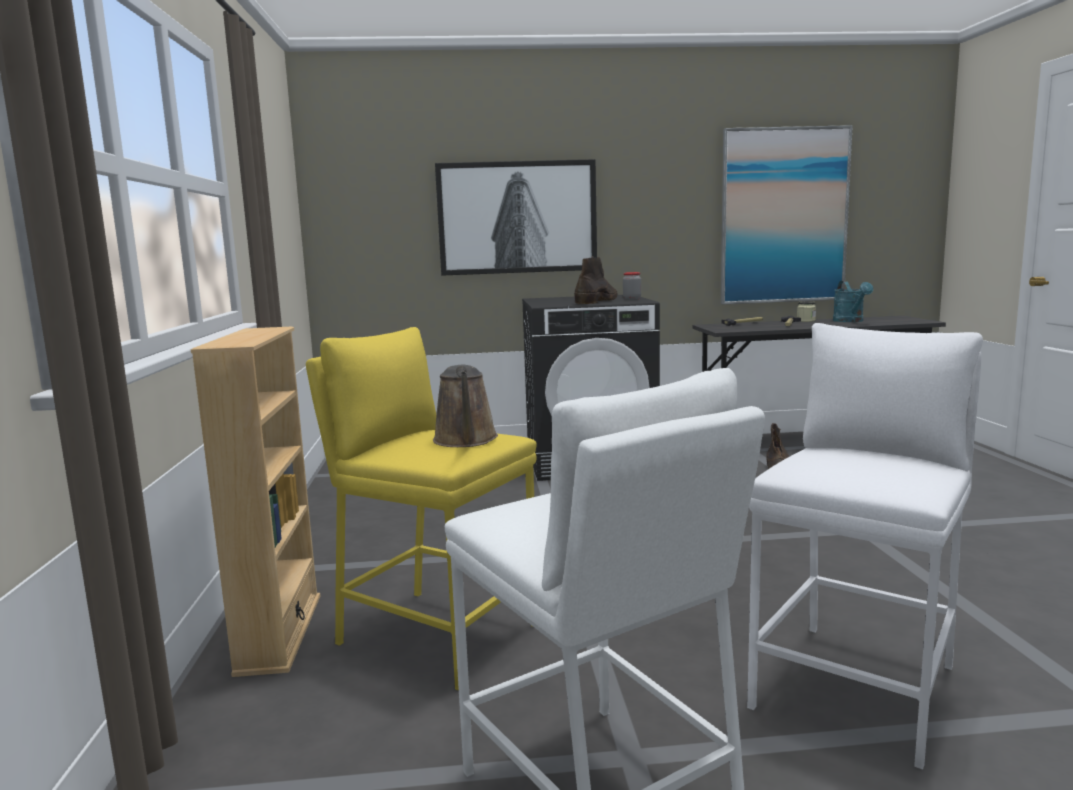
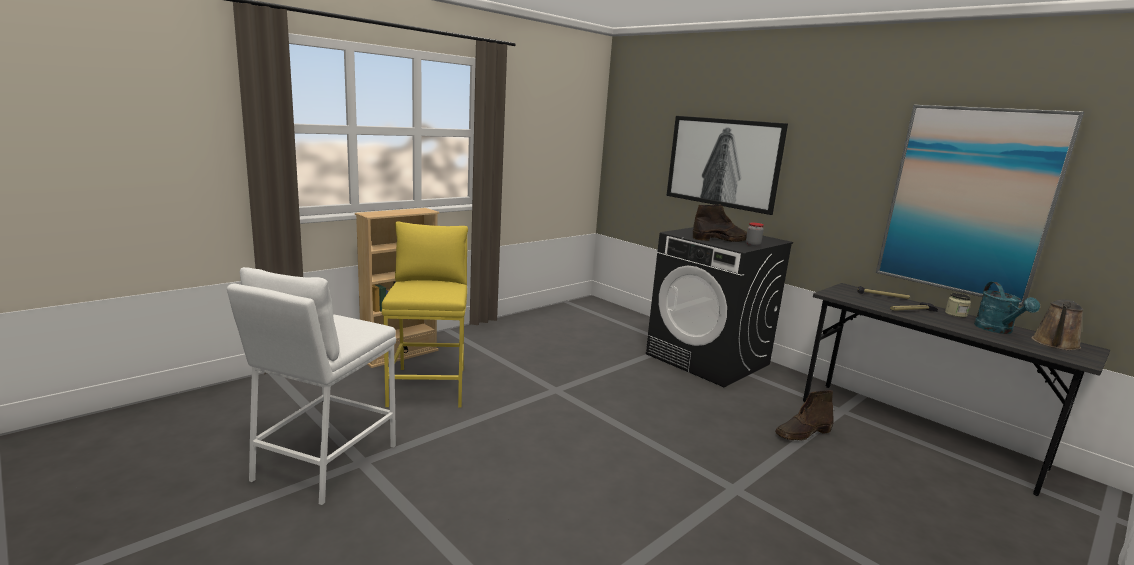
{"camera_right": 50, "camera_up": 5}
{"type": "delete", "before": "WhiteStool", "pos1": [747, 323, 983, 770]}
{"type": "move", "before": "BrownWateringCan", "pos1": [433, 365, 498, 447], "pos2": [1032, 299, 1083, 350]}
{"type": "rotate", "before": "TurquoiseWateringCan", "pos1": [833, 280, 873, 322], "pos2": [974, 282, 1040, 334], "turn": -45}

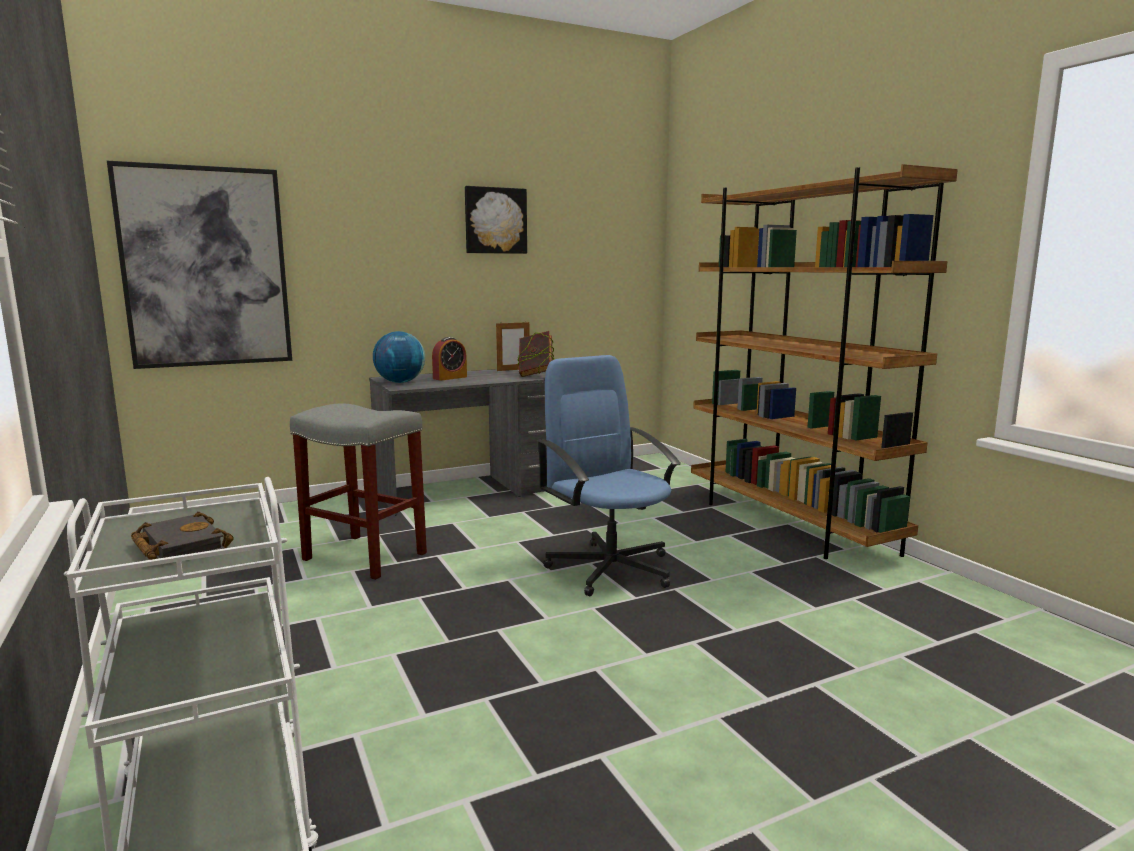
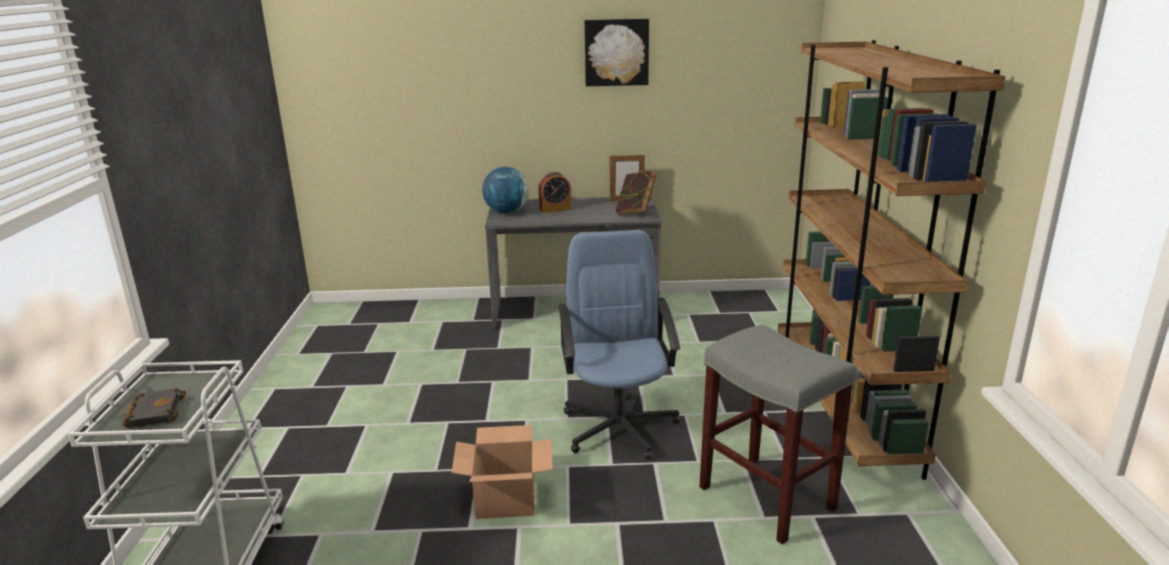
{"camera_right": 25, "camera_up": 10}
{"type": "delete", "before": "Picture", "pos1": [107, 161, 292, 369]}
{"type": "insert", "after": "CardboardBox", "pos2": [451, 425, 553, 519]}
{"type": "move", "before": "GreyStool", "pos1": [290, 404, 427, 580], "pos2": [700, 325, 857, 544]}

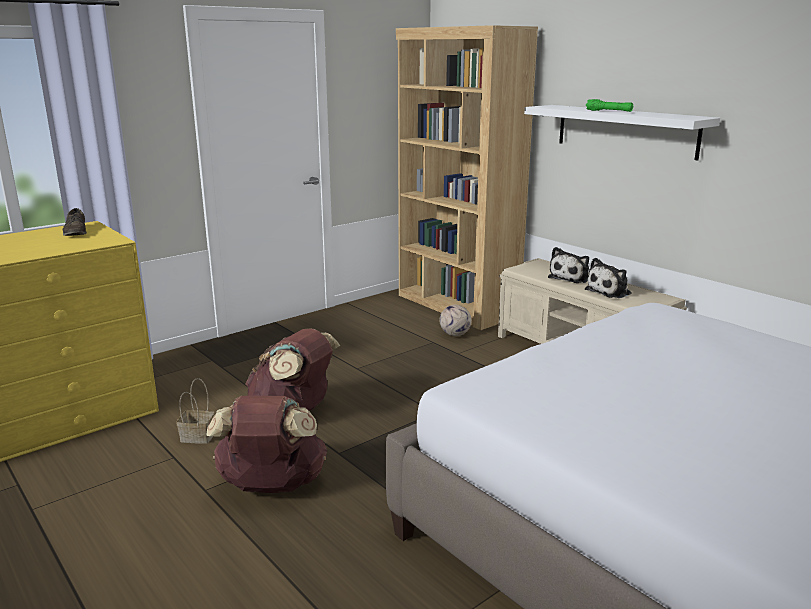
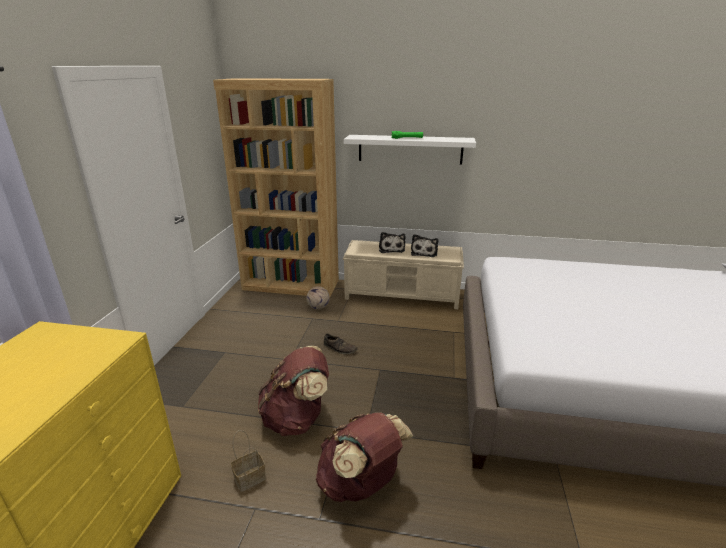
{"camera_right": -40, "camera_up": 5}
{"type": "move", "before": "BrownShoe", "pos1": [63, 208, 87, 236], "pos2": [324, 334, 358, 354]}

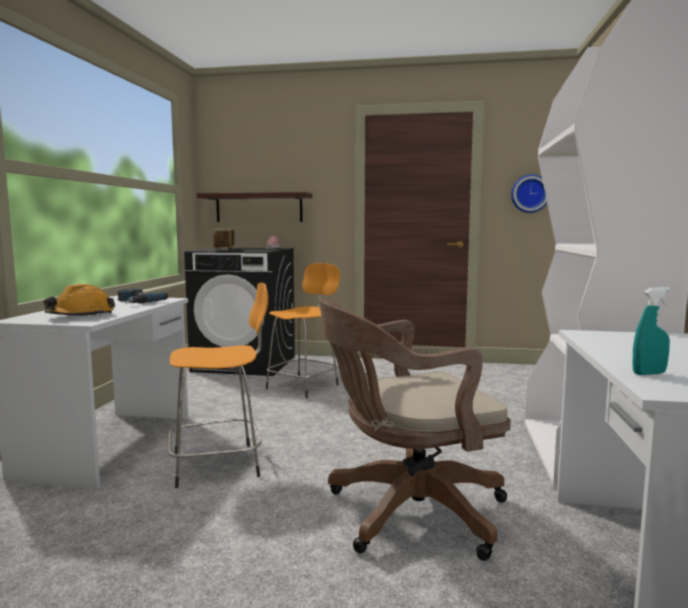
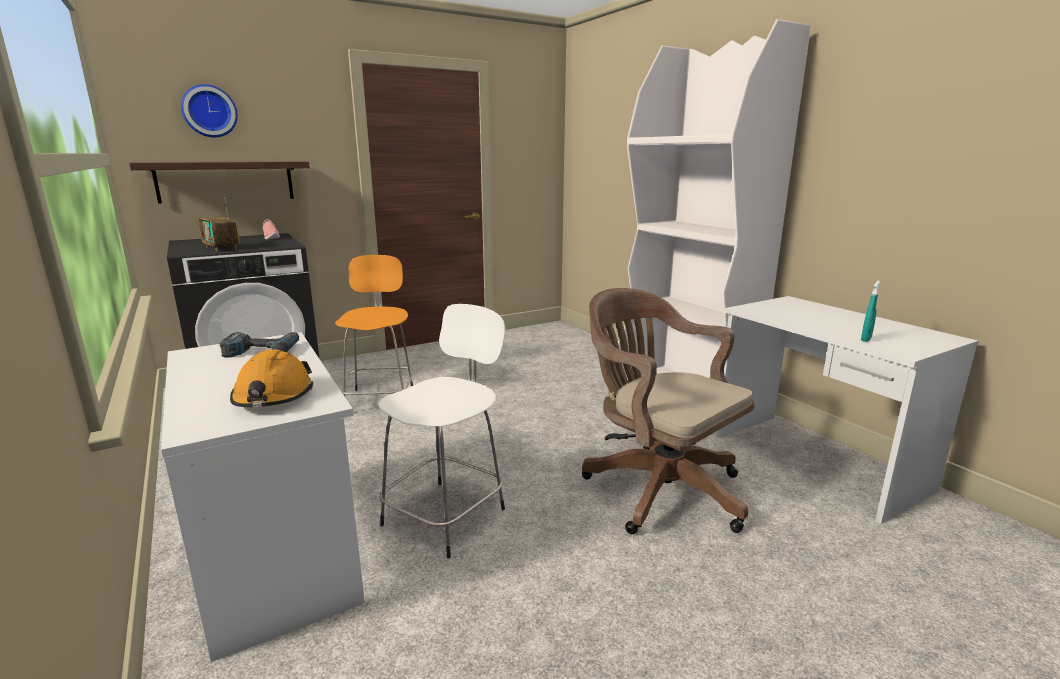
{"camera_right": -40, "camera_up": 10}
{"type": "move", "before": "WallClock", "pos1": [511, 174, 547, 213], "pos2": [181, 84, 238, 138]}
{"type": "recolor", "before": "OrangeStool", "after": "WhiteStool", "pos1": [168, 283, 268, 488], "pos2": [378, 304, 505, 558]}
{"type": "rotate", "before": "BrownOfficeChair", "pos1": [319, 299, 511, 561], "pos2": [582, 288, 755, 534], "turn": 105}

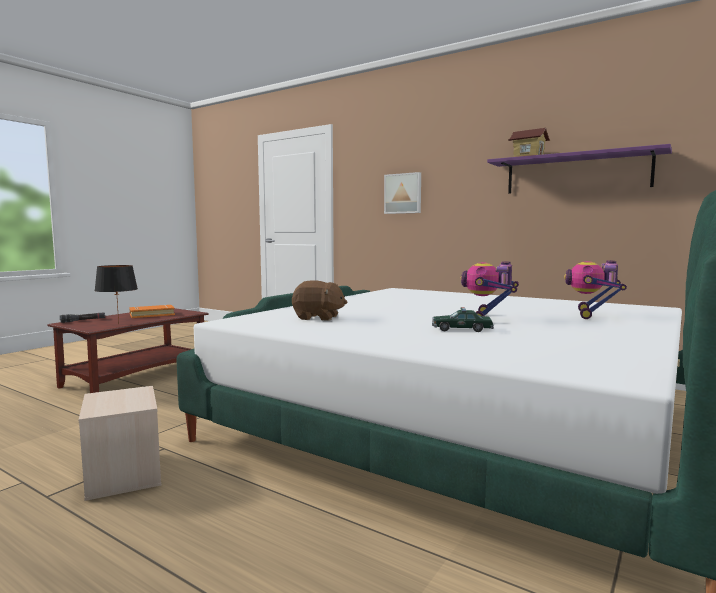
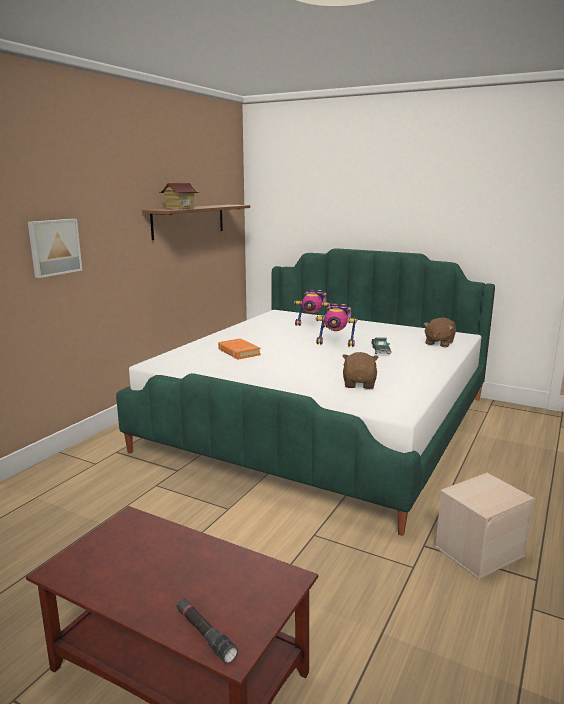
{"camera_right": -95, "camera_up": 10}
{"type": "delete", "before": "BlackTableLamp", "pos1": [95, 265, 138, 325]}
{"type": "insert", "after": "BrownPlushToy", "pos2": [424, 318, 456, 347]}
{"type": "move", "before": "OrangeBook", "pos1": [129, 305, 175, 318], "pos2": [218, 338, 261, 360]}
{"type": "recolor", "before": "PurpleShelf", "after": "BrownShelf", "pos1": [487, 144, 672, 194], "pos2": [142, 205, 250, 240]}

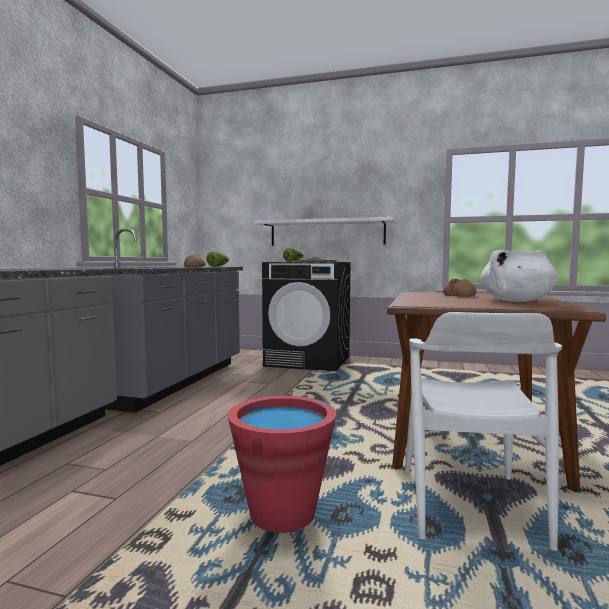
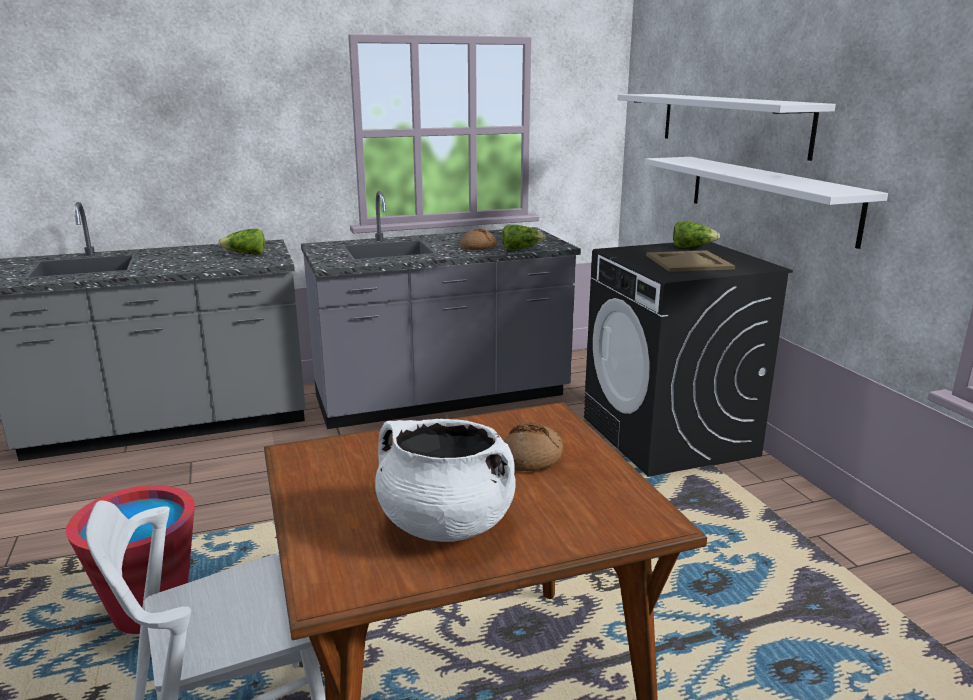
{"camera_right": 55, "camera_up": 15}
{"type": "insert", "after": "Lettuce", "pos2": [218, 229, 265, 254]}
{"type": "insert", "after": "WhiteShelf", "pos2": [618, 94, 836, 161]}

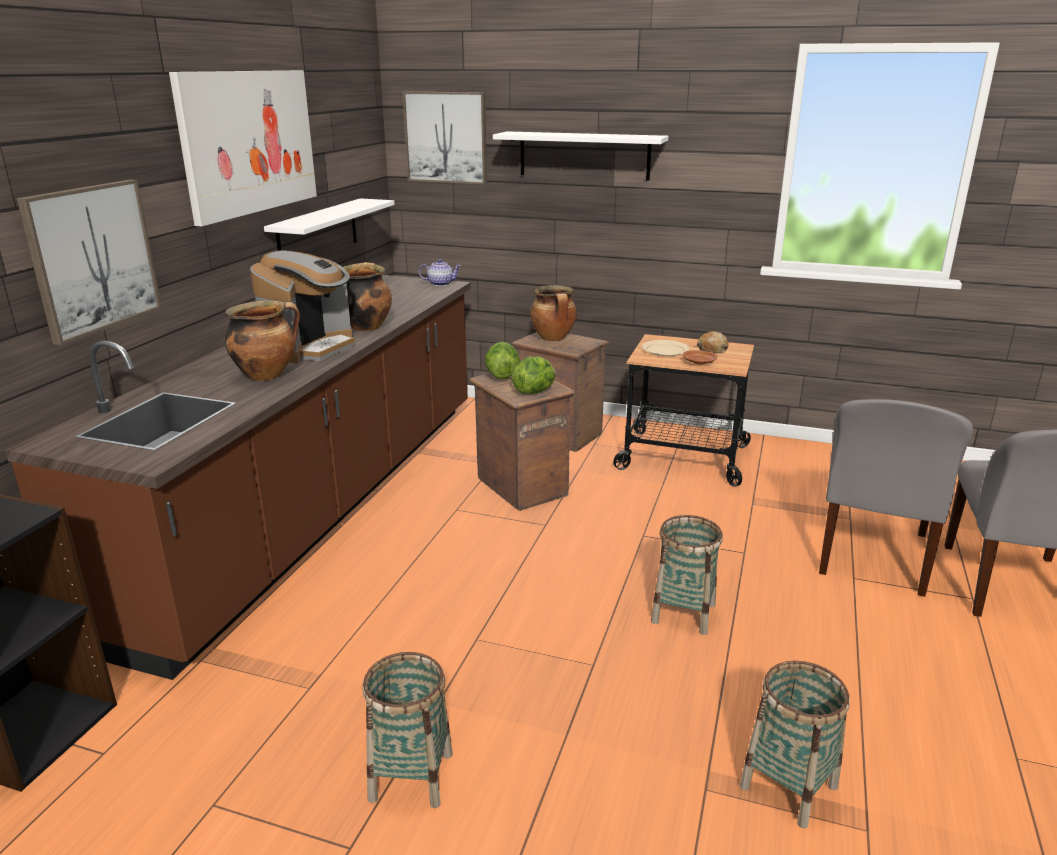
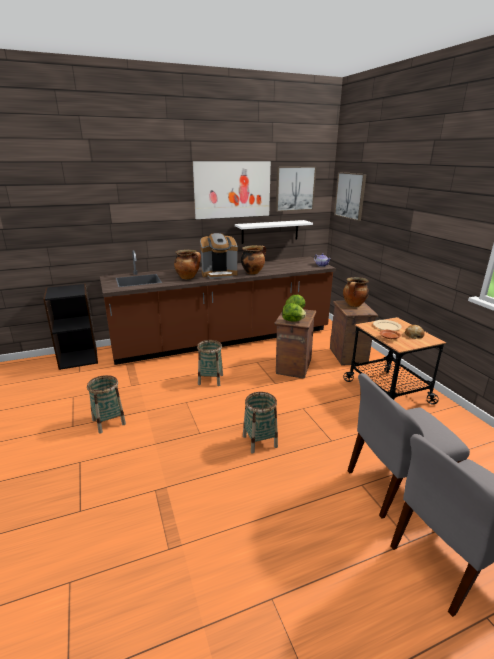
{"camera_right": 50, "camera_up": 0}
{"type": "delete", "before": "WhiteShelf", "pos1": [493, 132, 668, 180]}
{"type": "move", "before": "Picture", "pos1": [16, 179, 162, 345], "pos2": [276, 166, 316, 212]}
{"type": "move", "before": "Basket", "pos1": [740, 661, 850, 829], "pos2": [197, 340, 223, 386]}

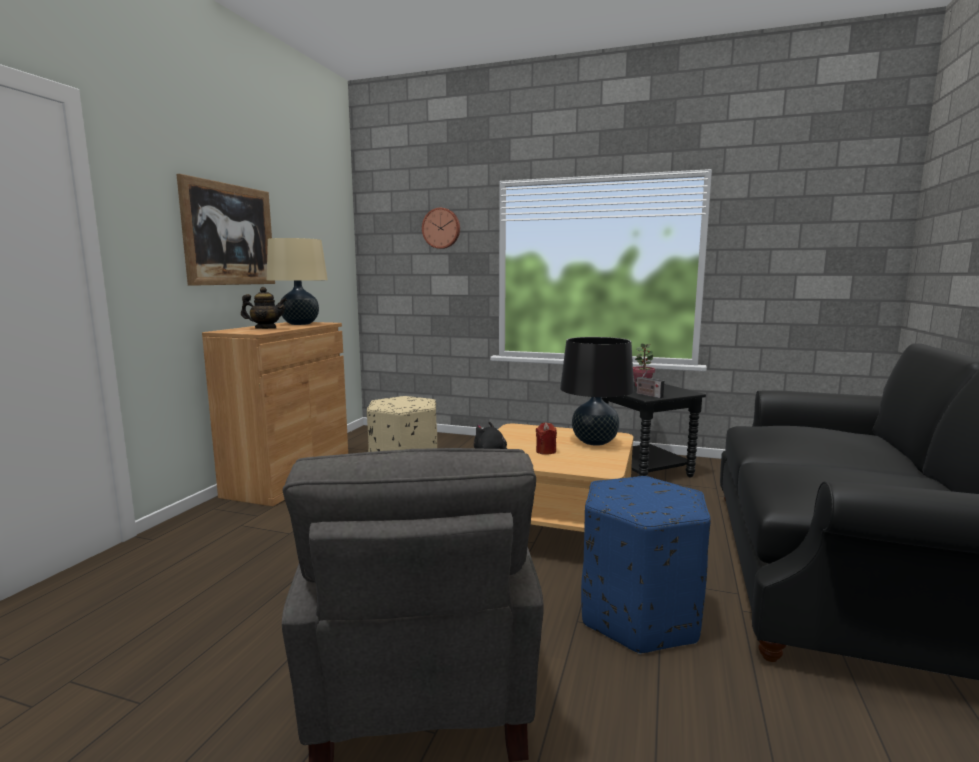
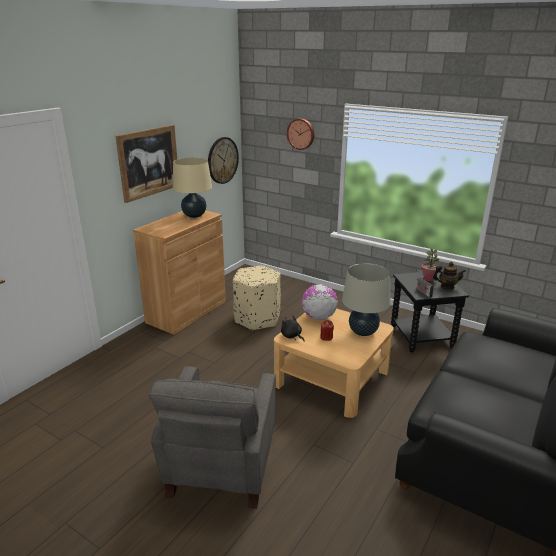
{"camera_right": 15, "camera_up": 15}
{"type": "delete", "before": "BlueOttoman", "pos1": [581, 476, 711, 654]}
{"type": "insert", "after": "WallClock", "pos2": [208, 137, 239, 184]}
{"type": "insert", "after": "Globe", "pos2": [302, 284, 338, 320]}
{"type": "move", "before": "Teapot", "pos1": [241, 287, 287, 329], "pos2": [433, 262, 466, 289]}
{"type": "recolor", "before": "BlackTableLamp", "after": "BeigeTableLamp", "pos1": [560, 337, 634, 446], "pos2": [342, 263, 390, 336]}

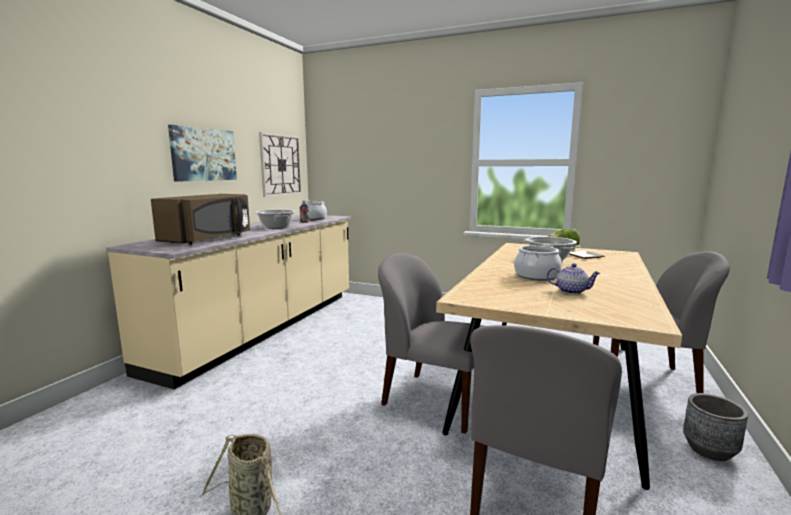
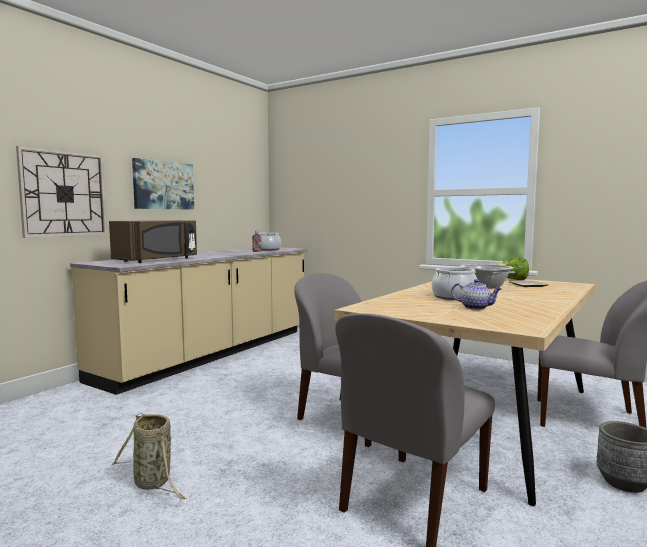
{"camera_right": 10, "camera_up": -5}
{"type": "delete", "before": "CookingPot", "pos1": [255, 210, 296, 229]}
{"type": "move", "before": "WallClock", "pos1": [259, 132, 302, 197], "pos2": [16, 146, 107, 238]}

